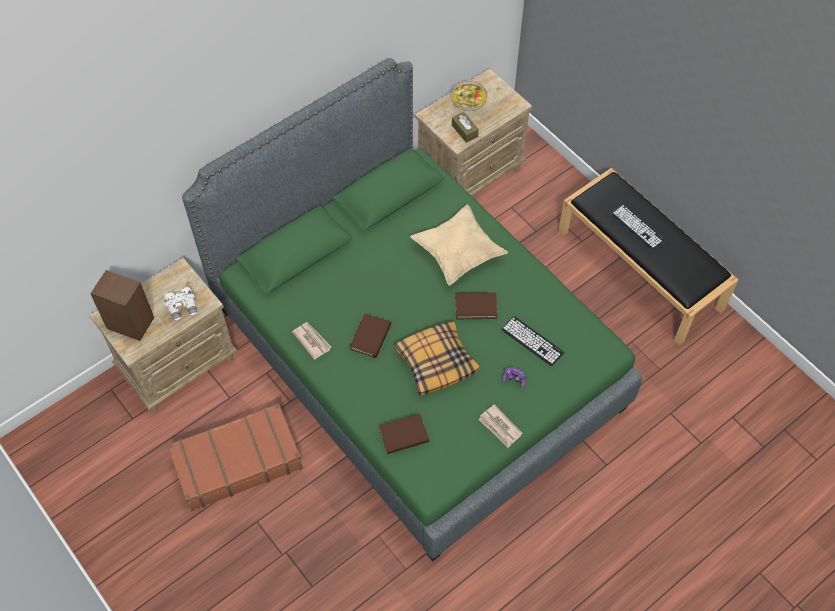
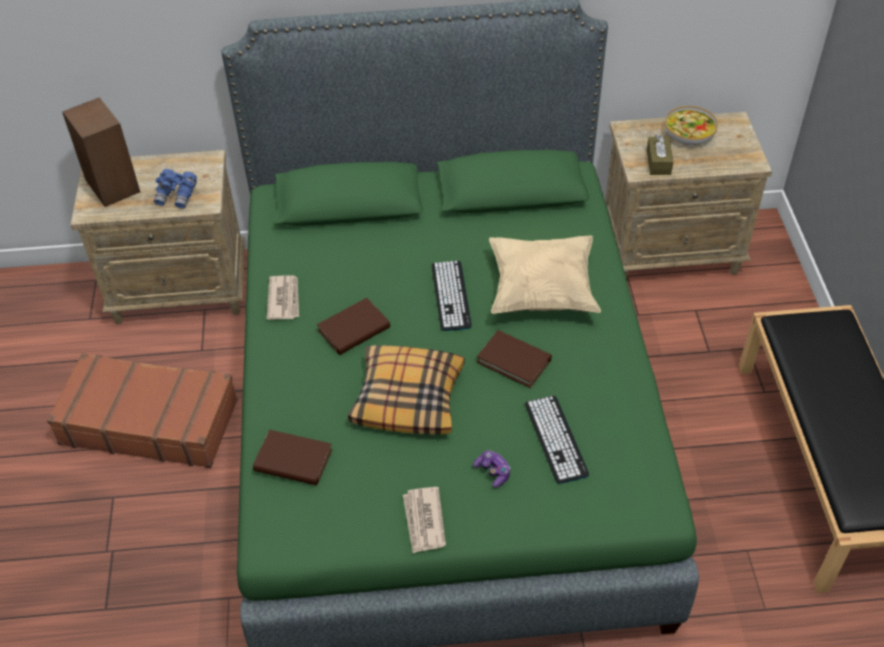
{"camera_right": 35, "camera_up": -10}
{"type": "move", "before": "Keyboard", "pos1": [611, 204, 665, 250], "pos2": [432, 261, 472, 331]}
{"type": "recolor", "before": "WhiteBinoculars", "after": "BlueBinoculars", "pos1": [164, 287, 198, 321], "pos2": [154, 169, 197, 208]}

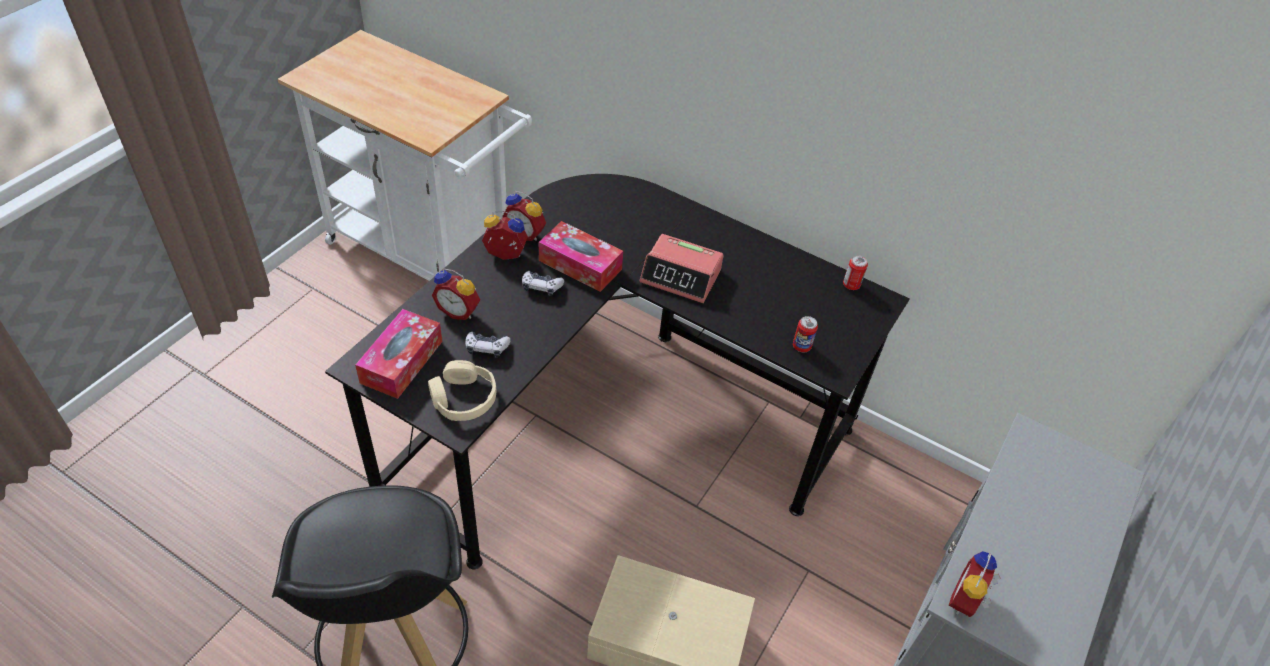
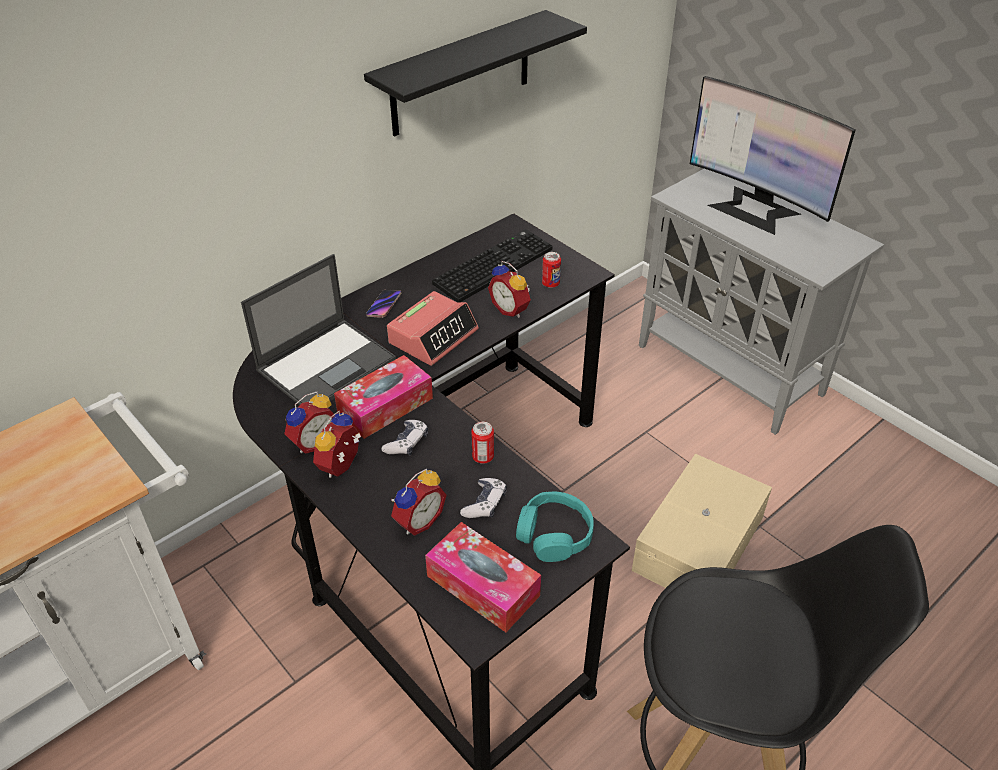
{"camera_right": -70, "camera_up": -5}
{"type": "insert", "after": "Laptop", "pos2": [241, 254, 396, 405]}
{"type": "insert", "after": "BlackShelf", "pos2": [364, 10, 587, 137]}
{"type": "insert", "after": "Phone", "pos2": [366, 290, 401, 318]}
{"type": "insert", "after": "Keyboard", "pos2": [432, 229, 553, 303]}
{"type": "insert", "after": "Monitor", "pos2": [690, 76, 855, 235]}
{"type": "move", "before": "Can", "pos1": [843, 255, 868, 290], "pos2": [471, 422, 494, 464]}
{"type": "move", "before": "AlarmClock", "pos1": [948, 551, 1001, 617], "pos2": [488, 261, 531, 318]}
{"type": "recolor", "before": "BeigeHeadphones", "after": "TurquoiseHeadphones", "pos1": [428, 360, 496, 421], "pos2": [516, 492, 594, 562]}

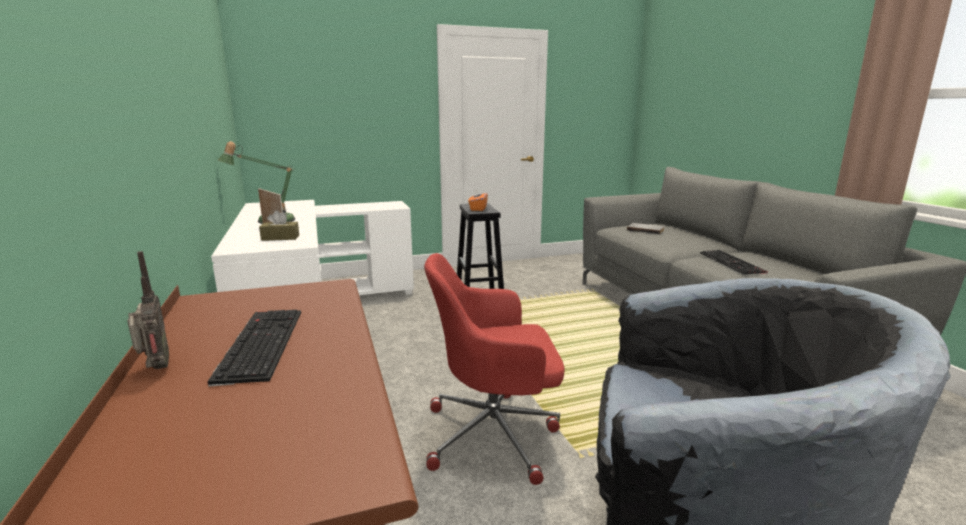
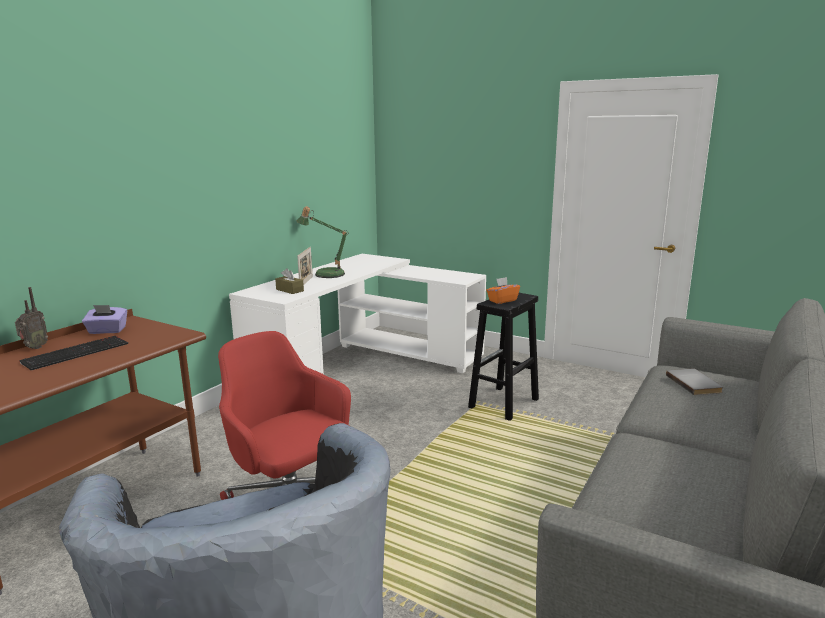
{"camera_right": 50, "camera_up": 0}
{"type": "delete", "before": "Keyboard", "pos1": [700, 250, 768, 275]}
{"type": "insert", "after": "PurpleTissueBox", "pos2": [82, 305, 127, 334]}

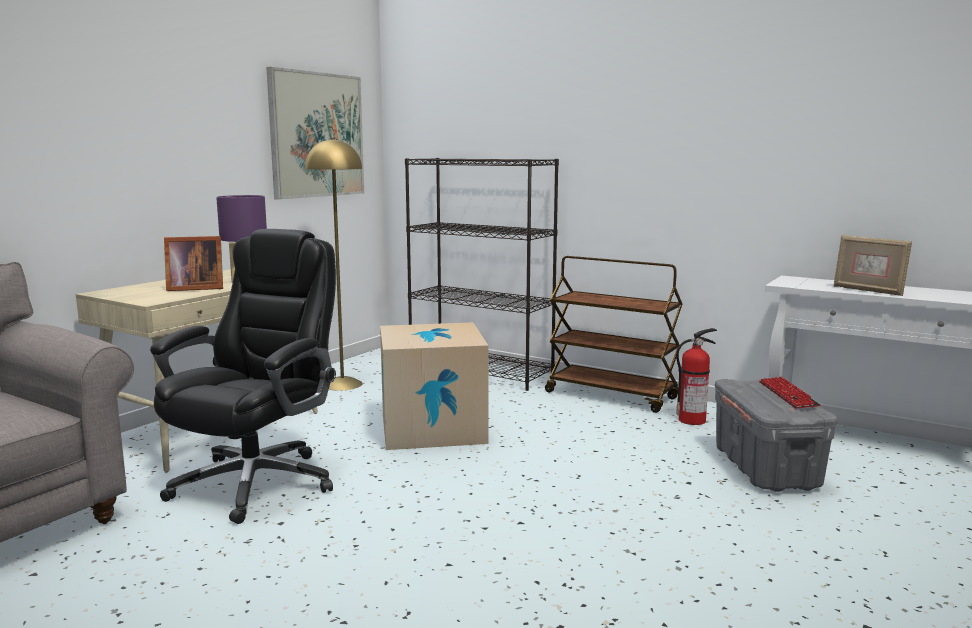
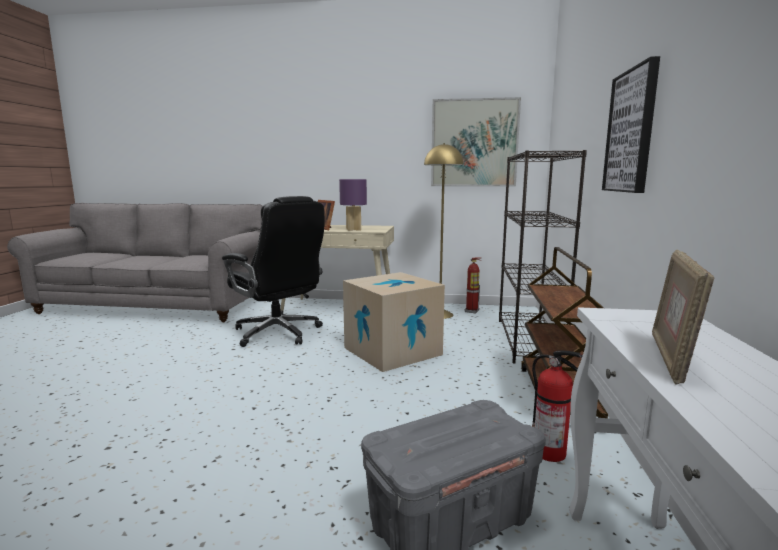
{"camera_right": 65, "camera_up": 0}
{"type": "delete", "before": "Keyboard", "pos1": [759, 377, 821, 409]}
{"type": "insert", "after": "FireExtinguisher", "pos2": [464, 258, 482, 313]}
{"type": "insert", "after": "Picture", "pos2": [602, 56, 660, 193]}
{"type": "rotate", "before": "BlackOfficeChair", "pos1": [150, 229, 336, 524], "pos2": [222, 196, 325, 347], "turn": 45}

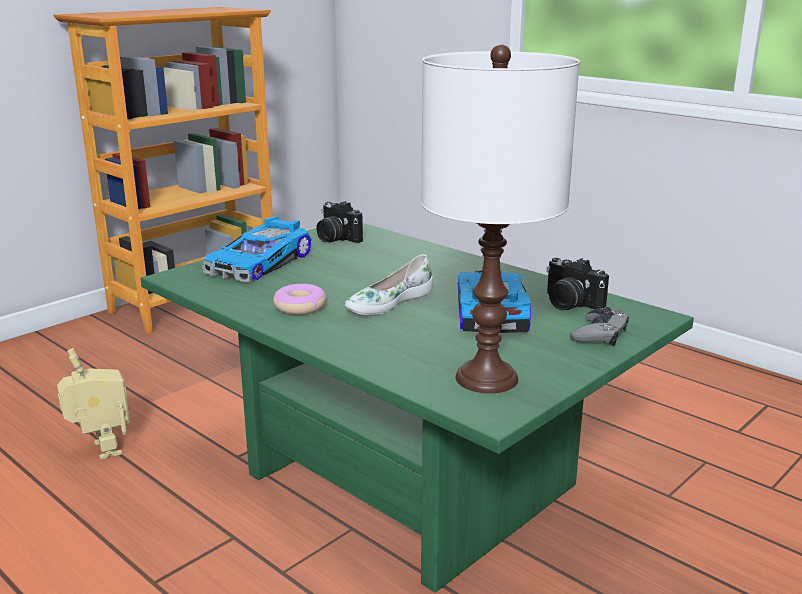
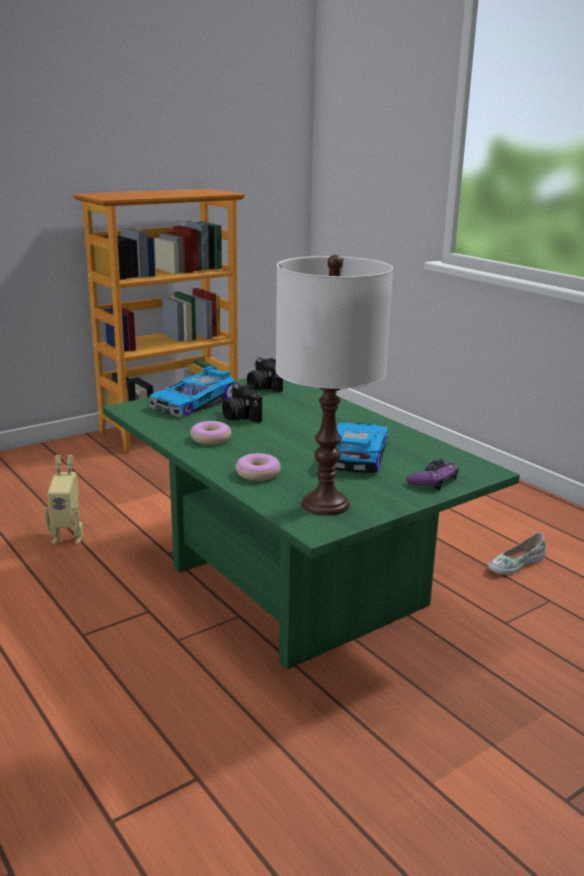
{"camera_right": 10, "camera_up": 0}
{"type": "insert", "after": "Donut", "pos2": [236, 453, 281, 481]}
{"type": "move", "before": "WhiteShoe", "pos1": [345, 254, 433, 315], "pos2": [488, 533, 546, 575]}
{"type": "move", "before": "PhotoCamera", "pos1": [546, 258, 609, 310], "pos2": [222, 383, 262, 423]}
{"type": "recolor", "before": "GreyGameController", "after": "PurpleGameController", "pos1": [570, 307, 629, 346], "pos2": [406, 459, 459, 491]}
{"type": "rotate", "before": "ToyRobot", "pos1": [57, 348, 130, 459], "pos2": [44, 455, 83, 544], "turn": 105}

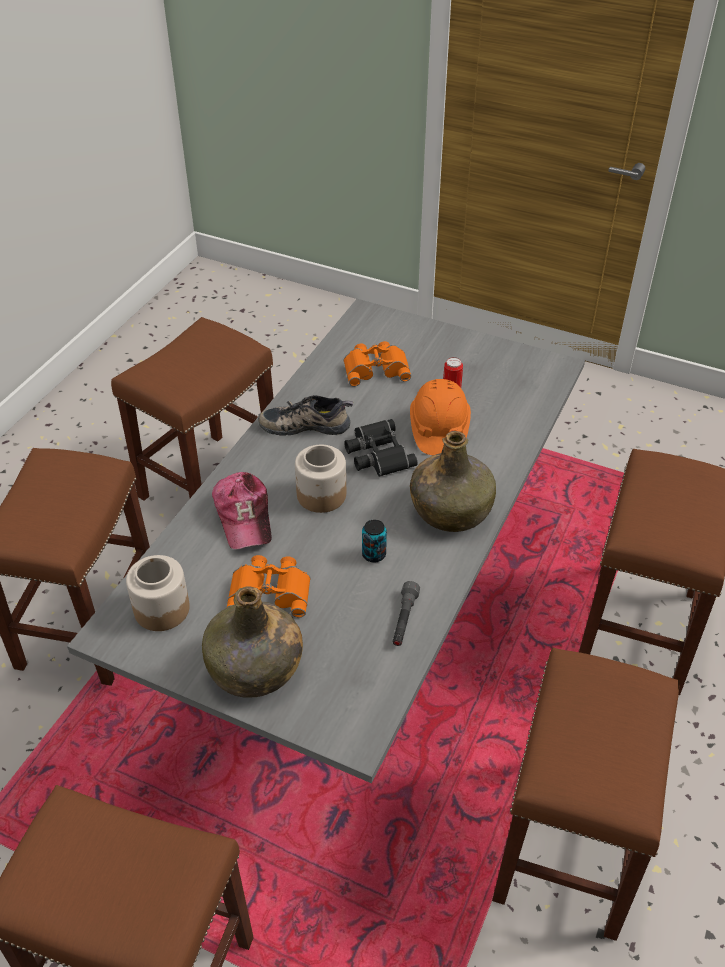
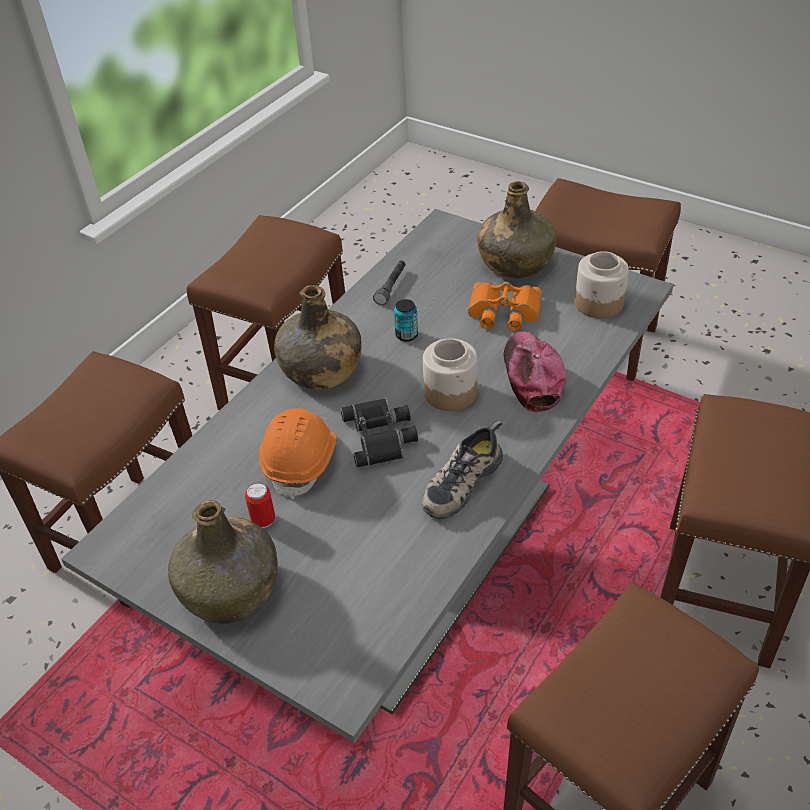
{"camera_right": -170, "camera_up": 0}
{"type": "delete", "before": "OrangeBinoculars", "pos1": [344, 341, 411, 386]}
{"type": "insert", "after": "GreenBottle", "pos2": [168, 500, 278, 624]}
{"type": "rotate", "before": "Shoe", "pos1": [258, 395, 353, 436], "pos2": [422, 420, 503, 519], "turn": 120}

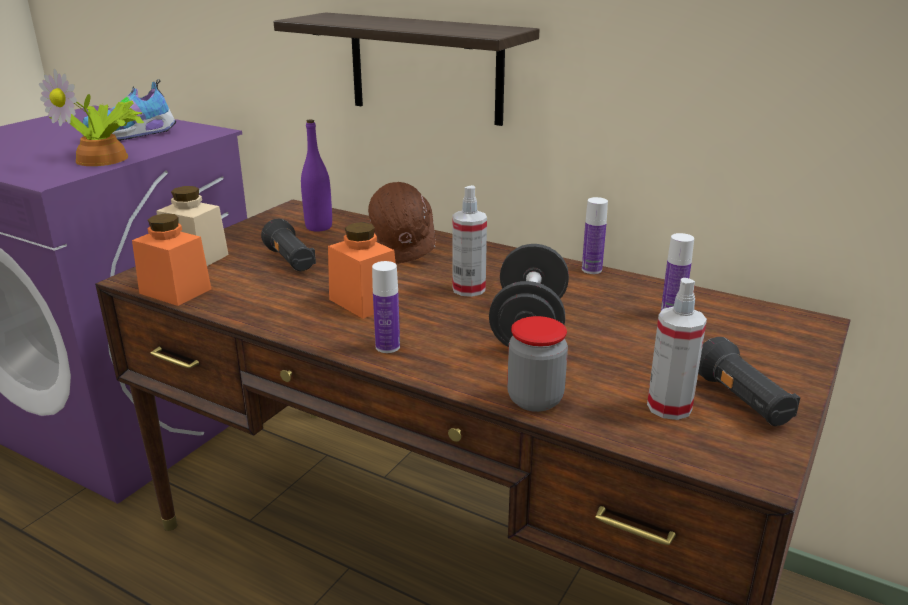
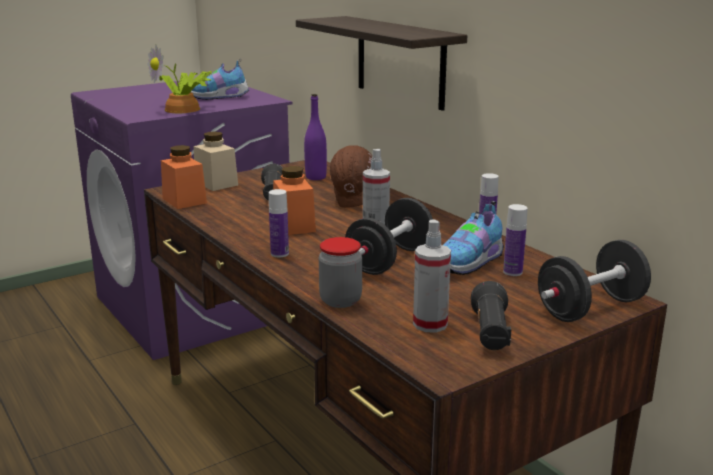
{"camera_right": 25, "camera_up": -5}
{"type": "insert", "after": "Shoe", "pos2": [444, 201, 504, 275]}
{"type": "insert", "after": "BlackDumbbell", "pos2": [538, 240, 651, 322]}

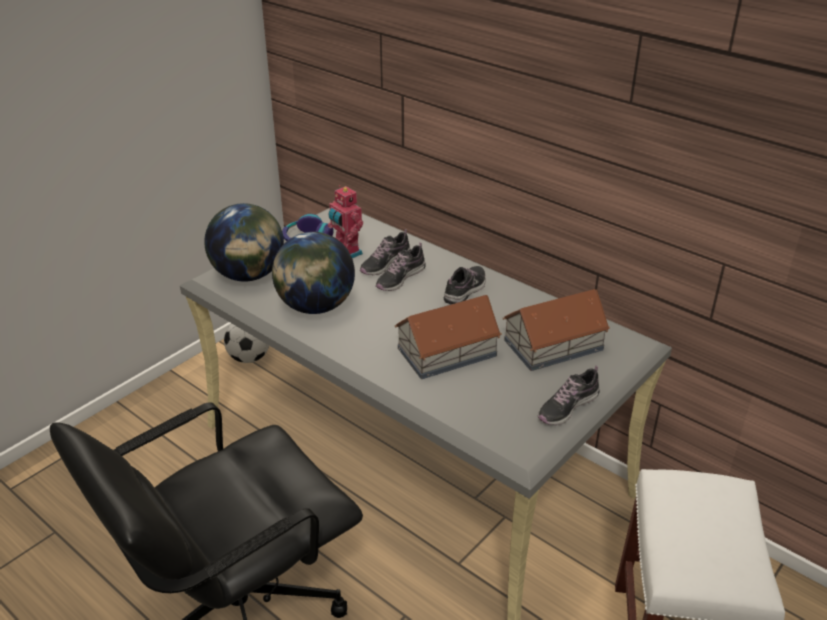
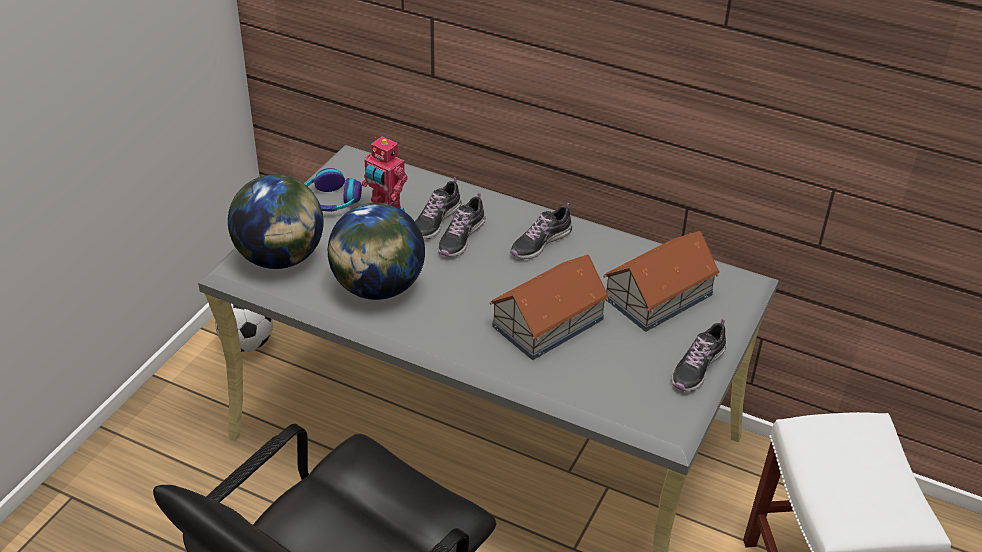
{"camera_right": -15, "camera_up": 5}
{"type": "rotate", "before": "Shoe", "pos1": [444, 266, 486, 304], "pos2": [510, 203, 572, 259], "turn": -150}

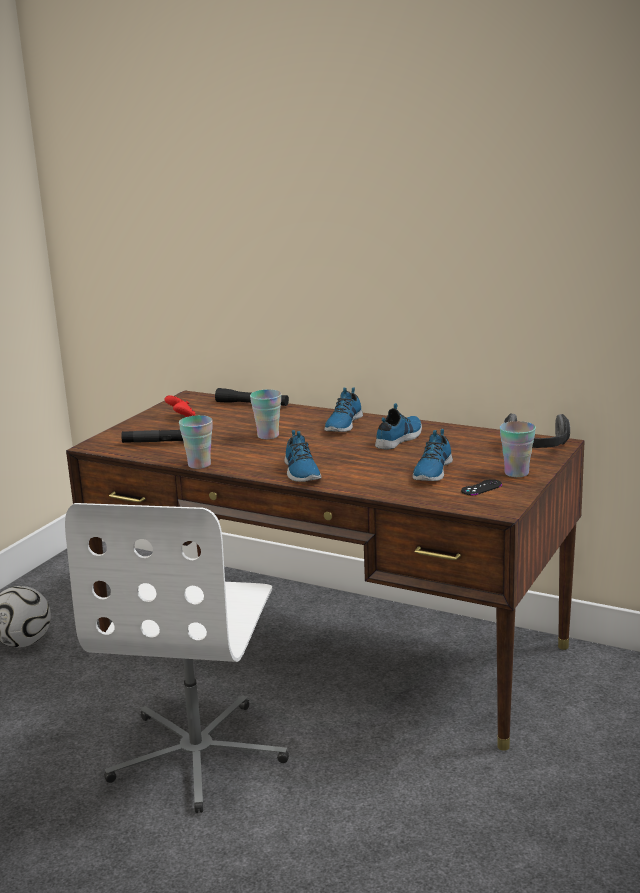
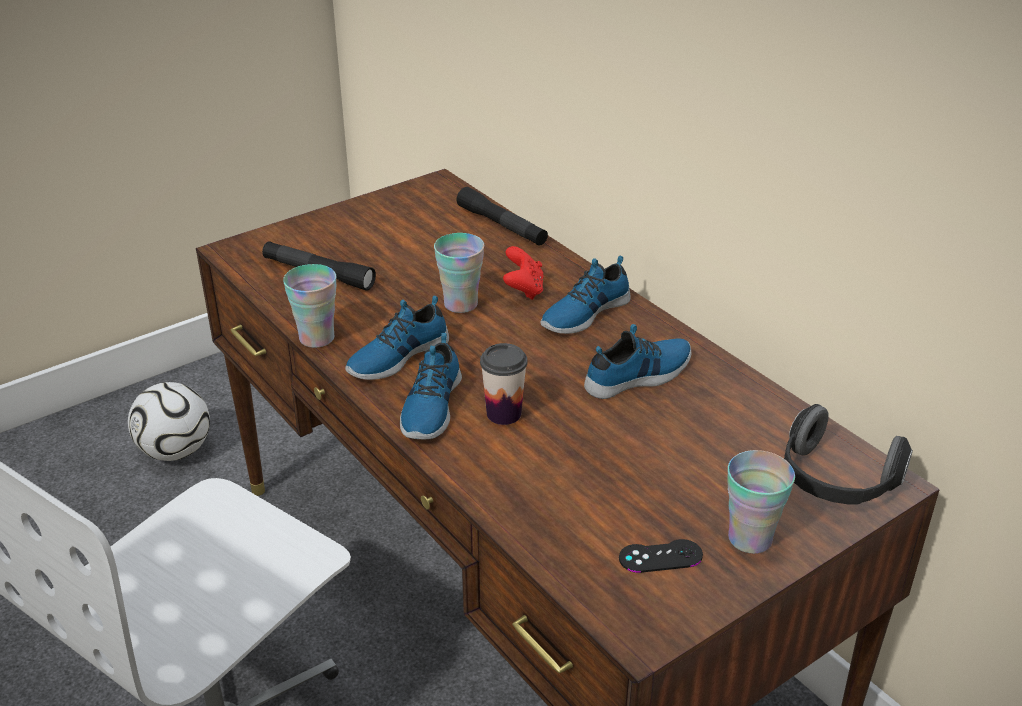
{"camera_right": 25, "camera_up": 15}
{"type": "insert", "after": "Cup", "pos2": [480, 343, 528, 425]}
{"type": "move", "before": "RedGameController", "pos1": [165, 395, 196, 417], "pos2": [503, 246, 544, 300]}
{"type": "move", "before": "Shoe", "pos1": [413, 429, 453, 481], "pos2": [345, 296, 449, 380]}

